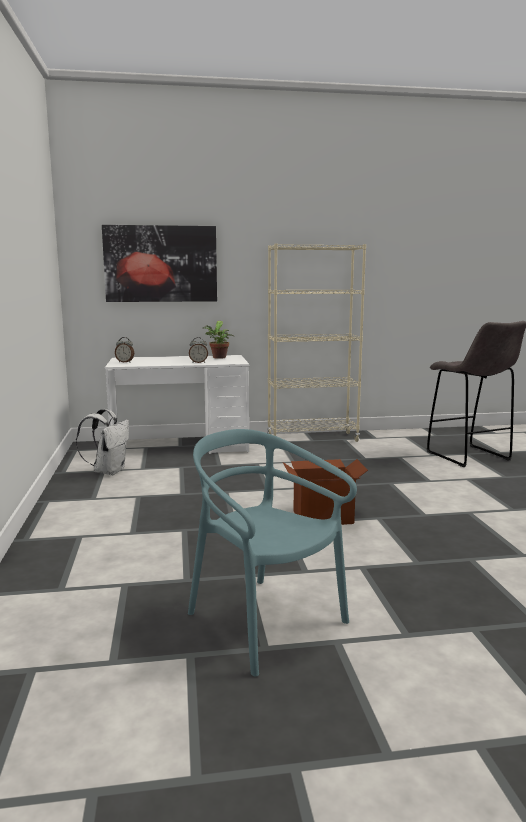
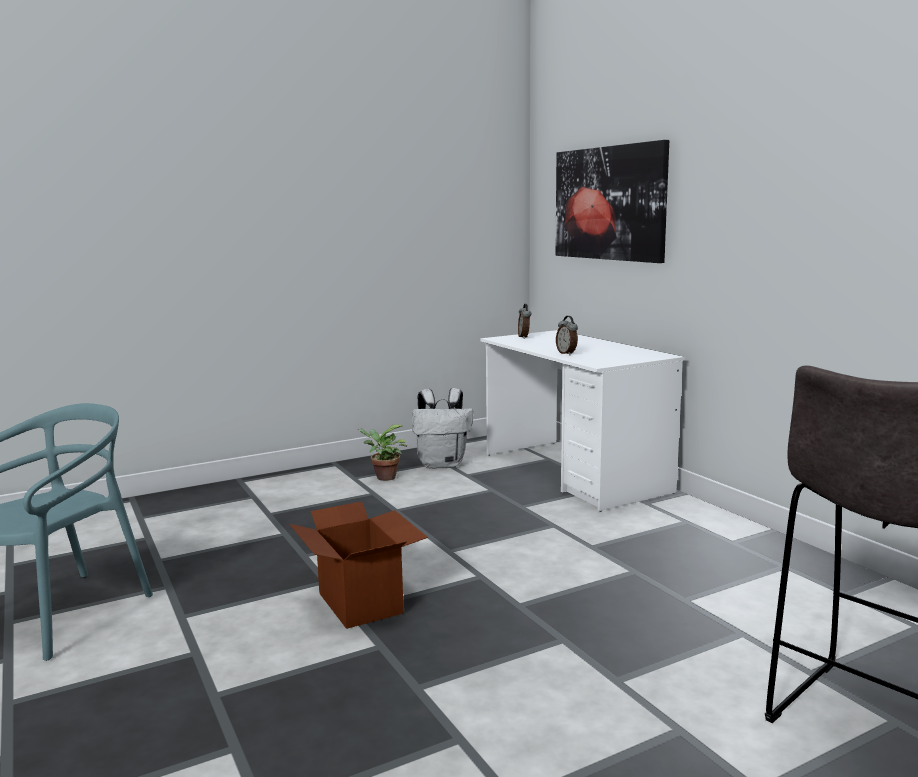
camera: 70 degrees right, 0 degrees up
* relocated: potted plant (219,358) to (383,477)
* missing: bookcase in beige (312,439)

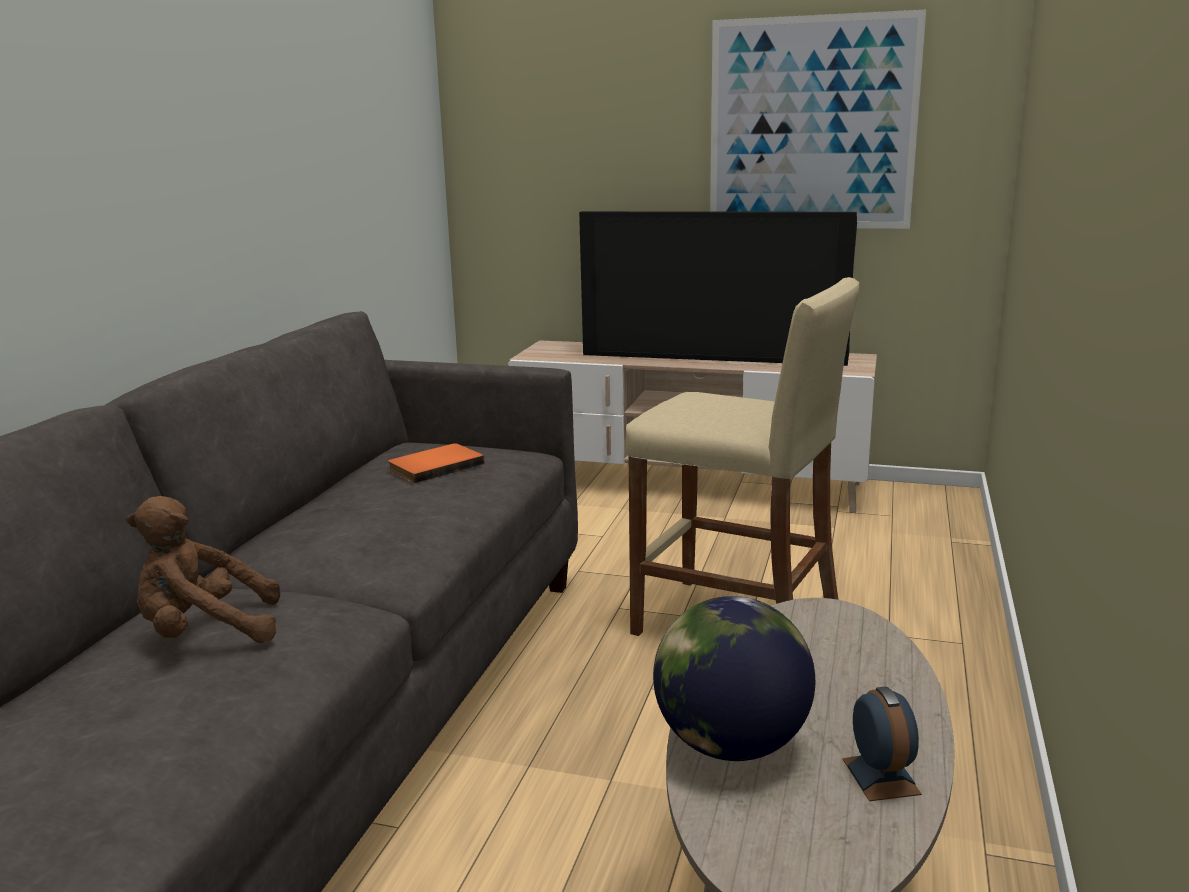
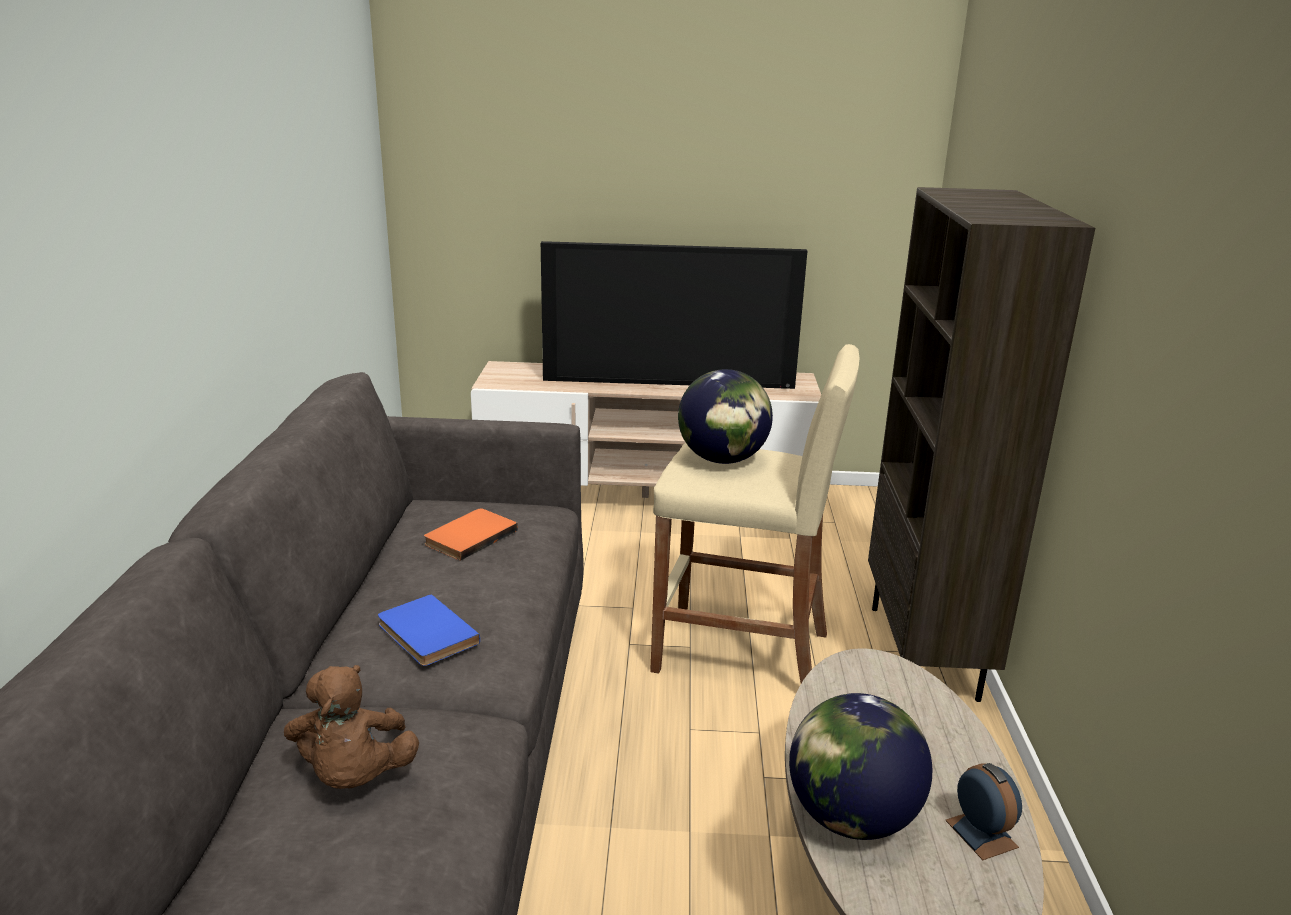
camera: 15 degrees left, 5 degrees up
* spun: plush toy in brown (205,633) = (354,776) 75 degrees counterclockwise
* appeared: book in blue (424,634)
* appeared: globe (722,460)
* appeared: bookcase in brown (925,652)
* missing: picture (811,124)

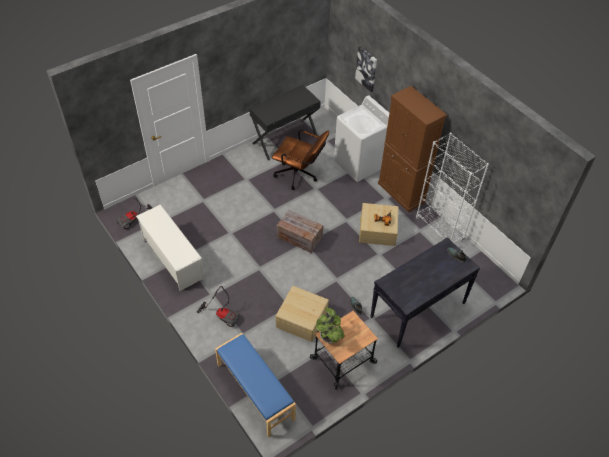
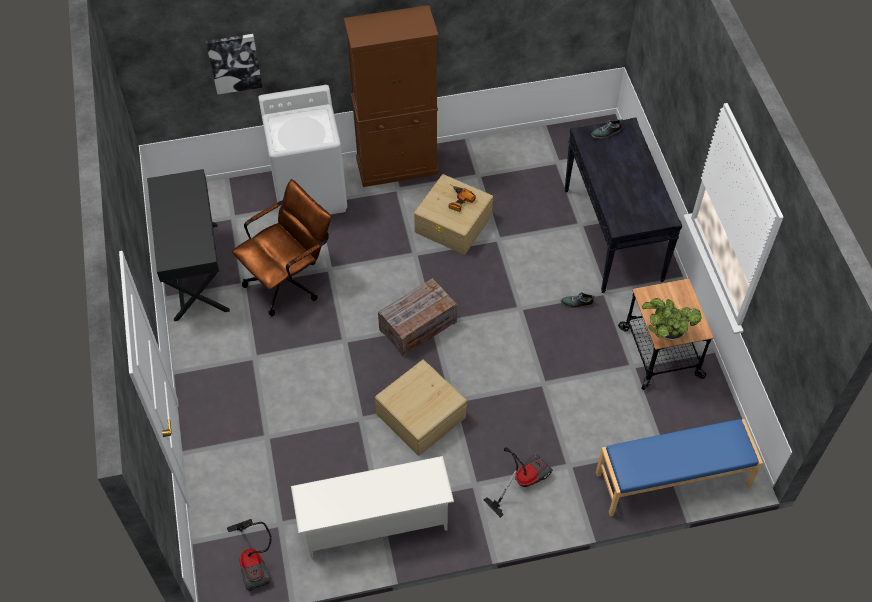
camera: 65 degrees left, 5 degrees up
* relocated: storage box in beige (301,318) to (420,415)
* missing: bookcase in white (439,229)

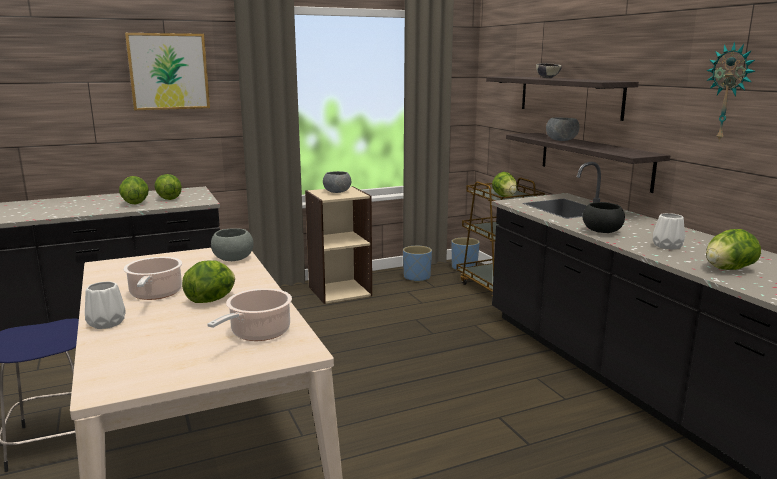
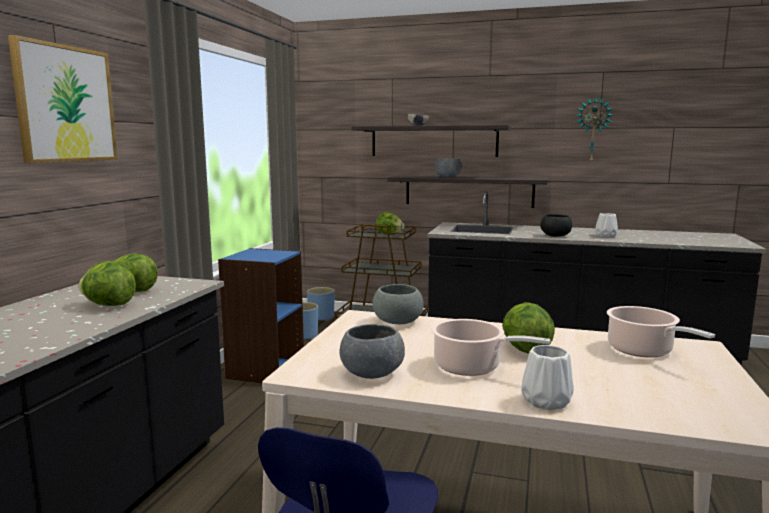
camera: 50 degrees left, 5 degrees down
* colour: bookcase in beige (339,291) to bookcase in blue (265,370)
* relocated: bowl in grey (337,192) to (372,373)
* missing: lettuce (728,269)

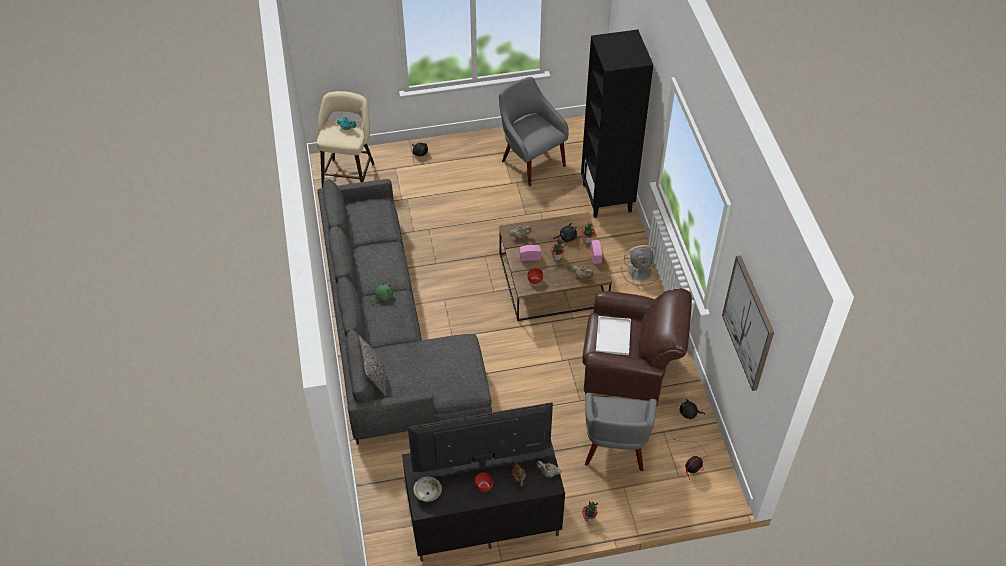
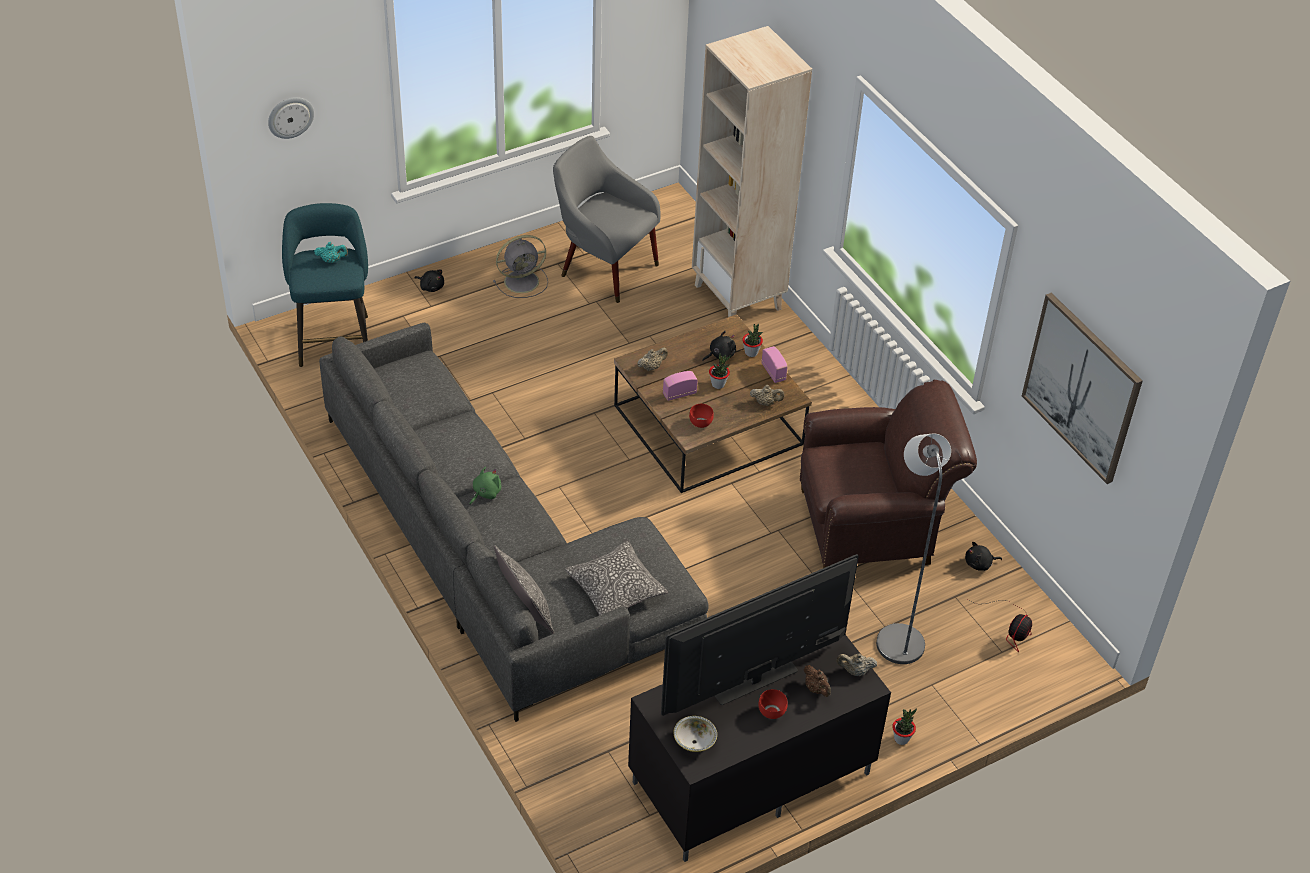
camera: 20 degrees left, 5 degrees down
* appeared: wall clock (290,117)
* colour: stool in beige (349,174) to stool in turquoise (334,338)
* relocated: fan in grey (641,272) to (523,281)
* appeared: pillow (615,588)
* colour: bookcase in black (607,198) to bookcase in beige (738,297)
* exchanged: armchair in grey (614,449) to floor lamp in grey (897,637)
* missing: tray in white (613,337)

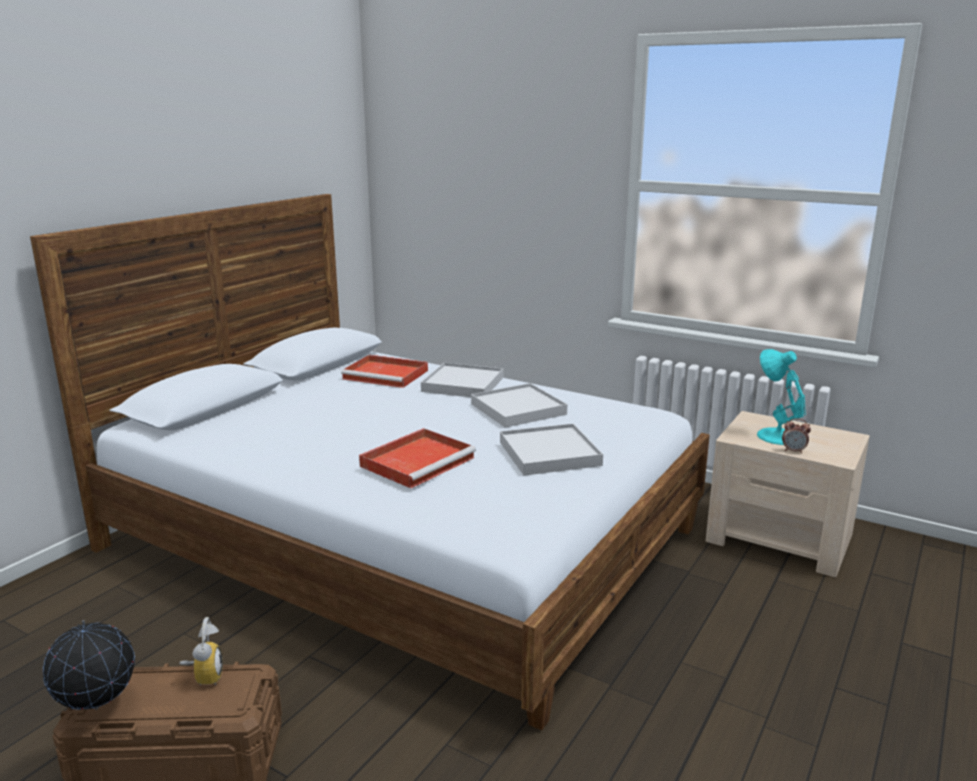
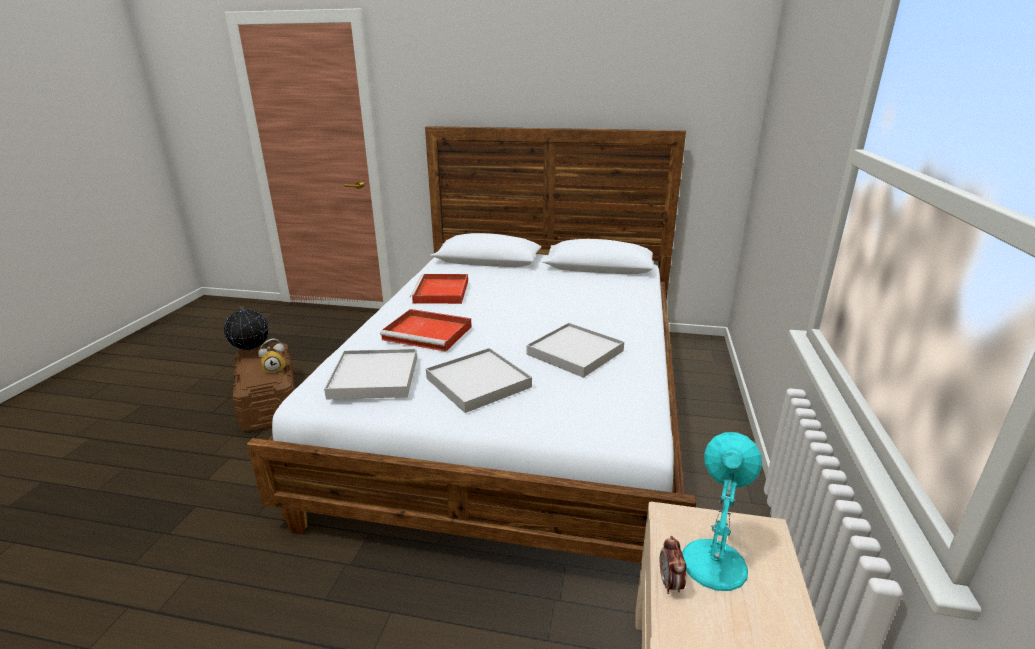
camera: 70 degrees right, 5 degrees up
* relocated: tray in white (462,384) to (374,377)
* relocated: tray in red (387,375) to (441,292)

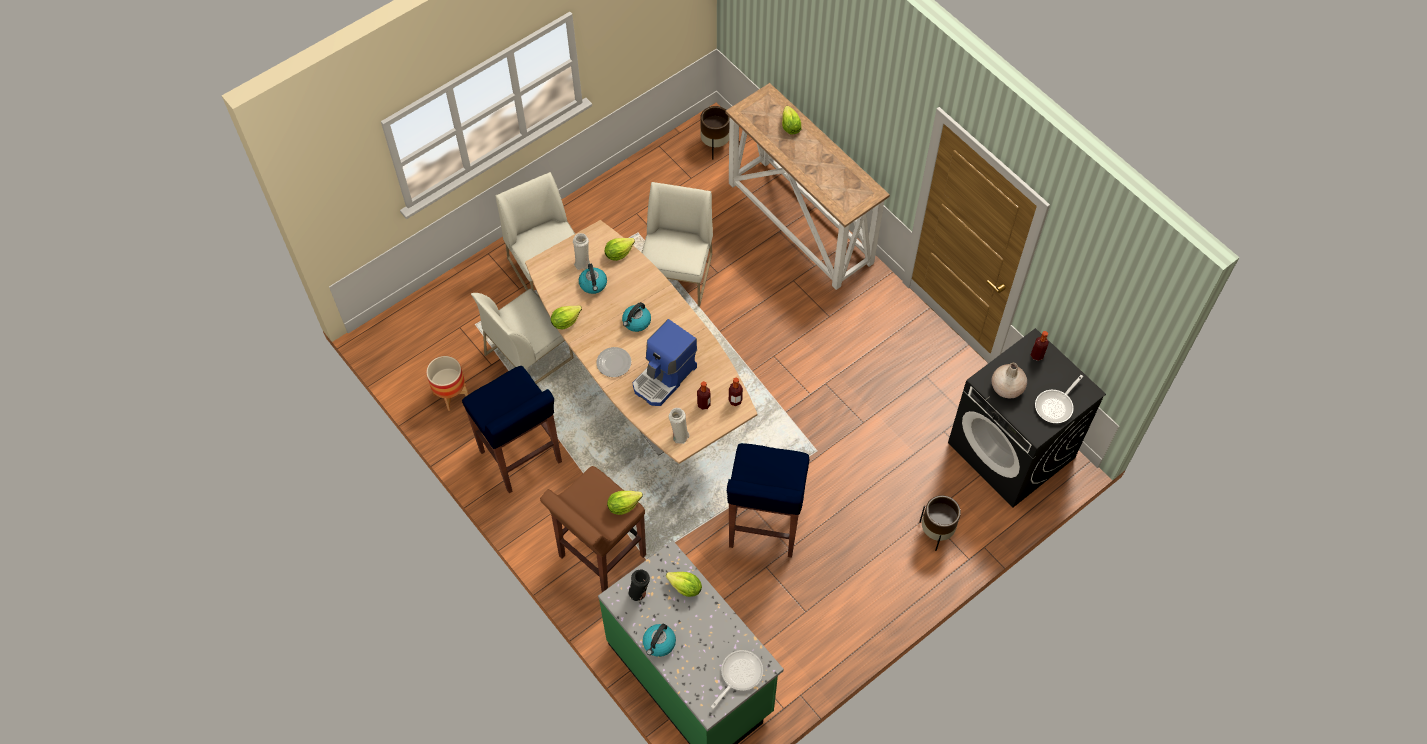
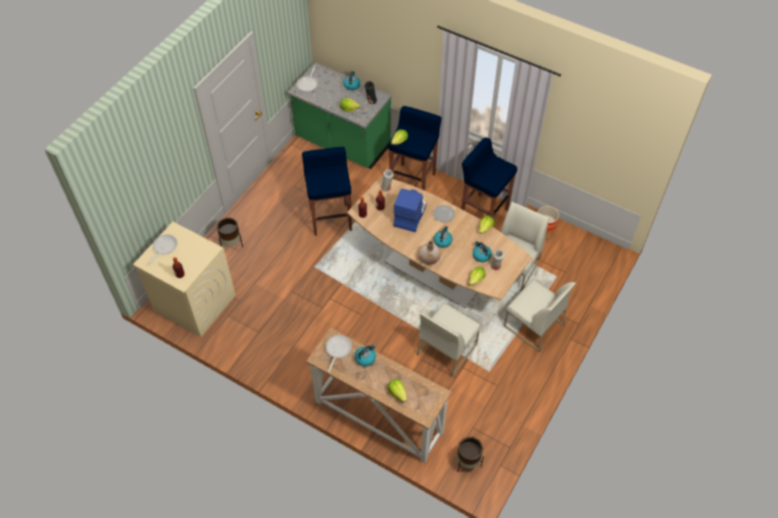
camera: 160 degrees right, 5 degrees down
* colour: washing machine in black (1012,450) to washing machine in beige (194,302)
* appeared: frying pan (337,350)
* appeared: kettle (365,358)
* colour: stool in brown (601,556) to stool in blue (413,180)
* spun: chair in white (677,276) = (447,348) 45 degrees clockwise
* relocated: vase in beige (1006,388) to (429,258)

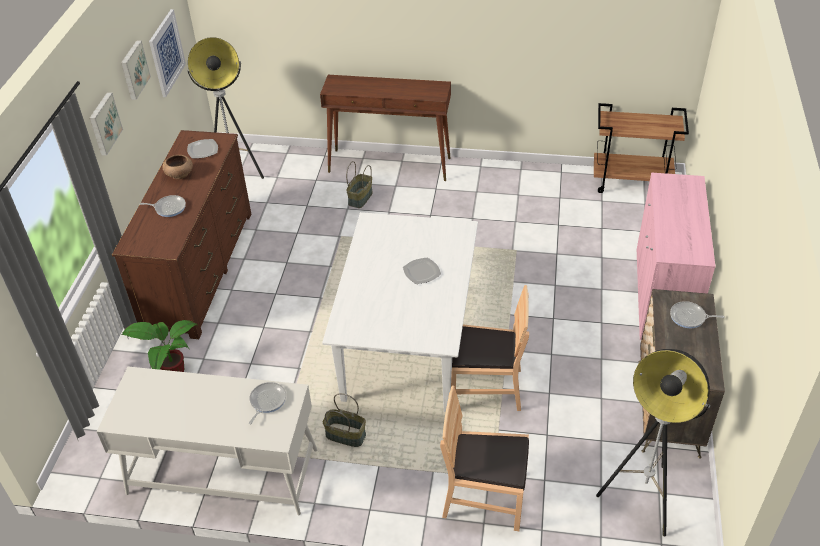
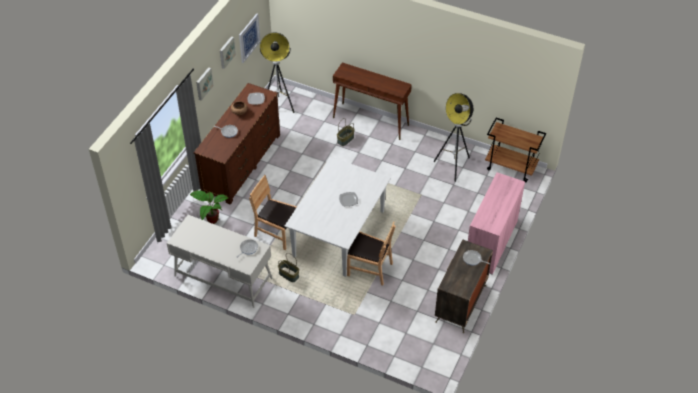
camera: 15 degrees right, 5 degrees up
* relocated: chair in brown (484,497) to (277,232)
* relocated: floor lamp (643,497) to (453,166)

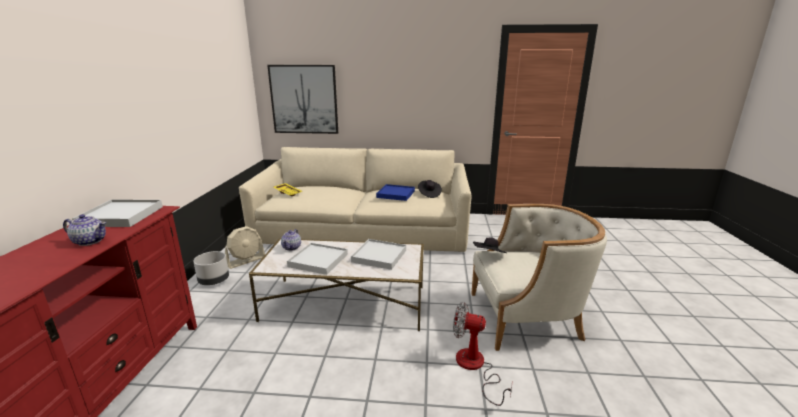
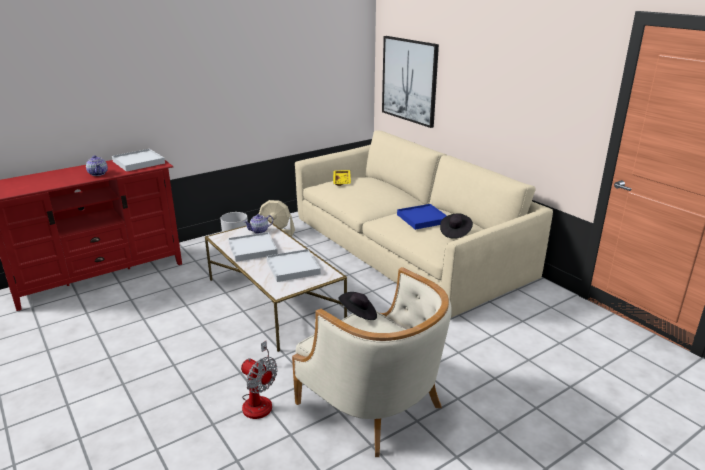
camera: 50 degrees right, 5 degrees up
* spun: fan (475,367) = (259,400) 150 degrees clockwise

